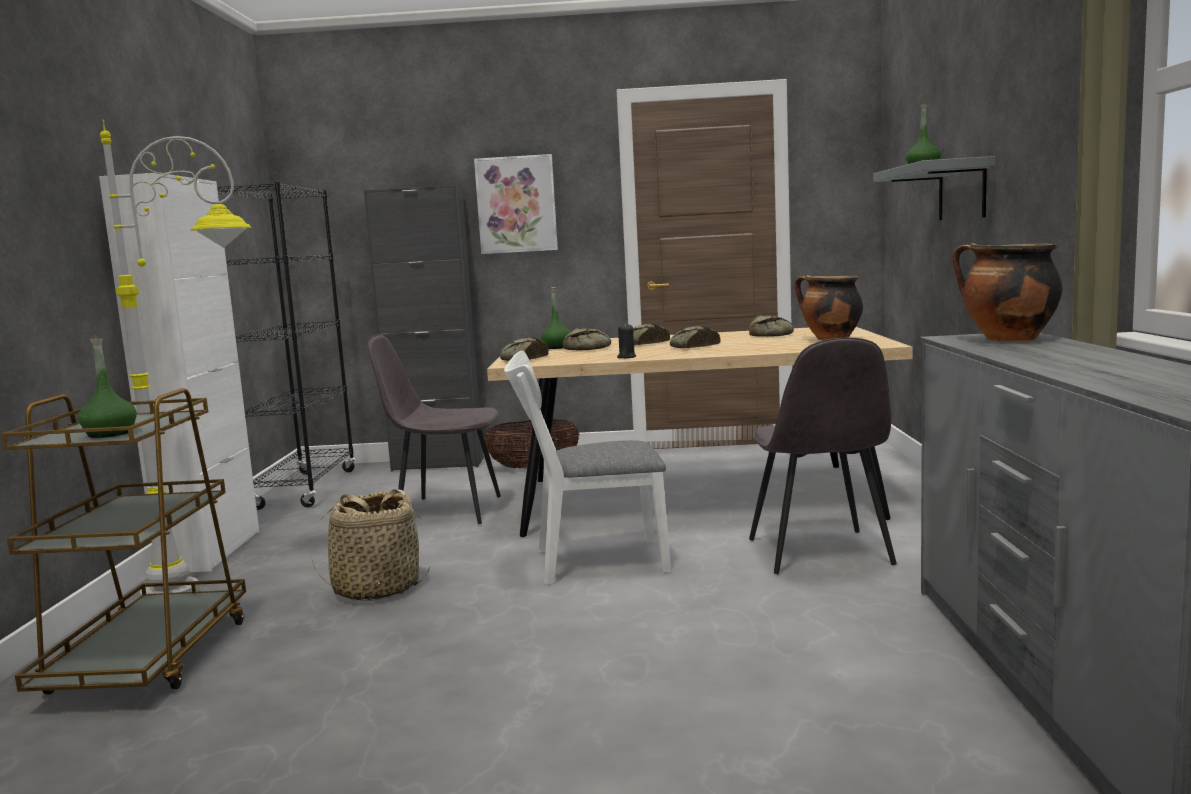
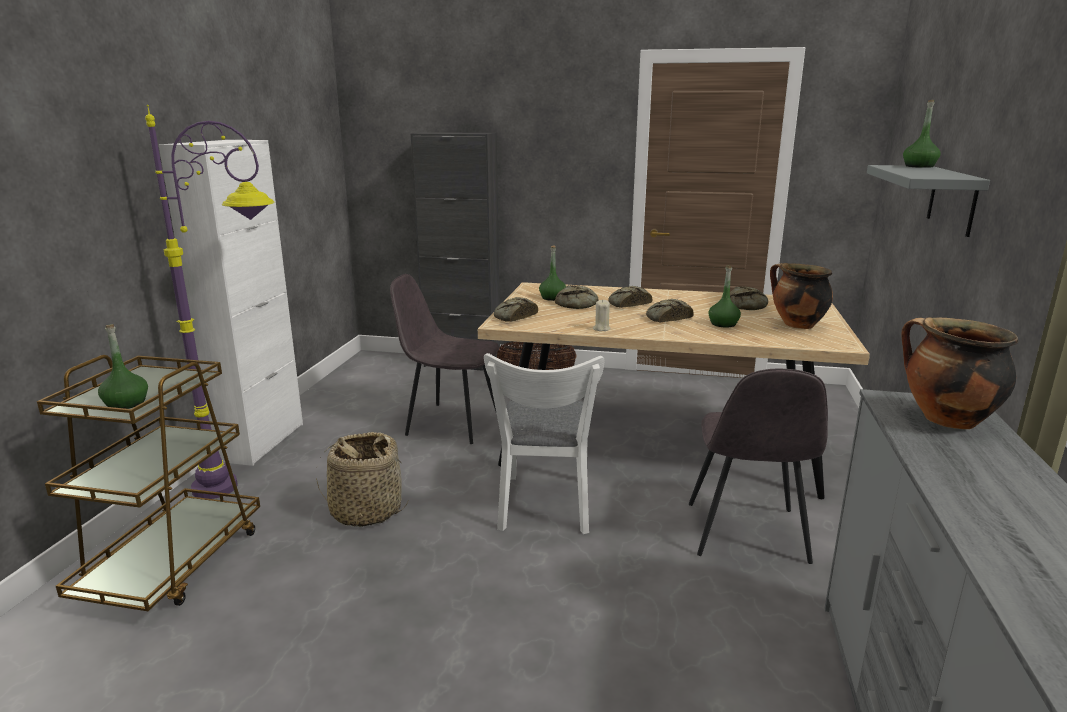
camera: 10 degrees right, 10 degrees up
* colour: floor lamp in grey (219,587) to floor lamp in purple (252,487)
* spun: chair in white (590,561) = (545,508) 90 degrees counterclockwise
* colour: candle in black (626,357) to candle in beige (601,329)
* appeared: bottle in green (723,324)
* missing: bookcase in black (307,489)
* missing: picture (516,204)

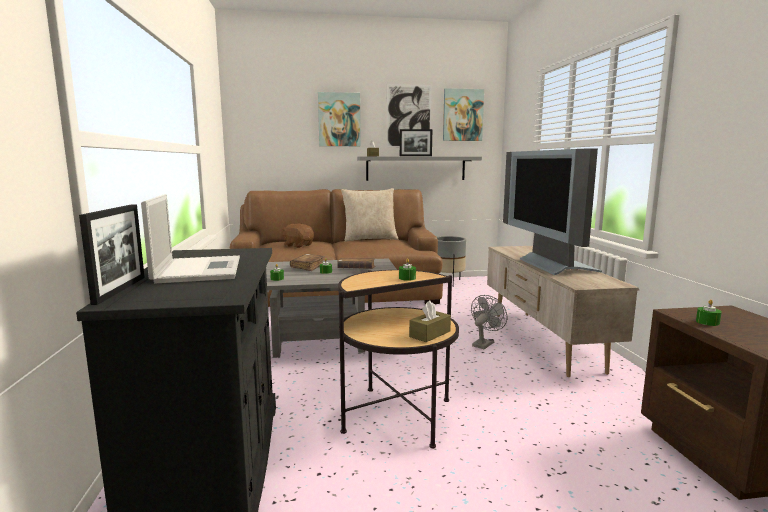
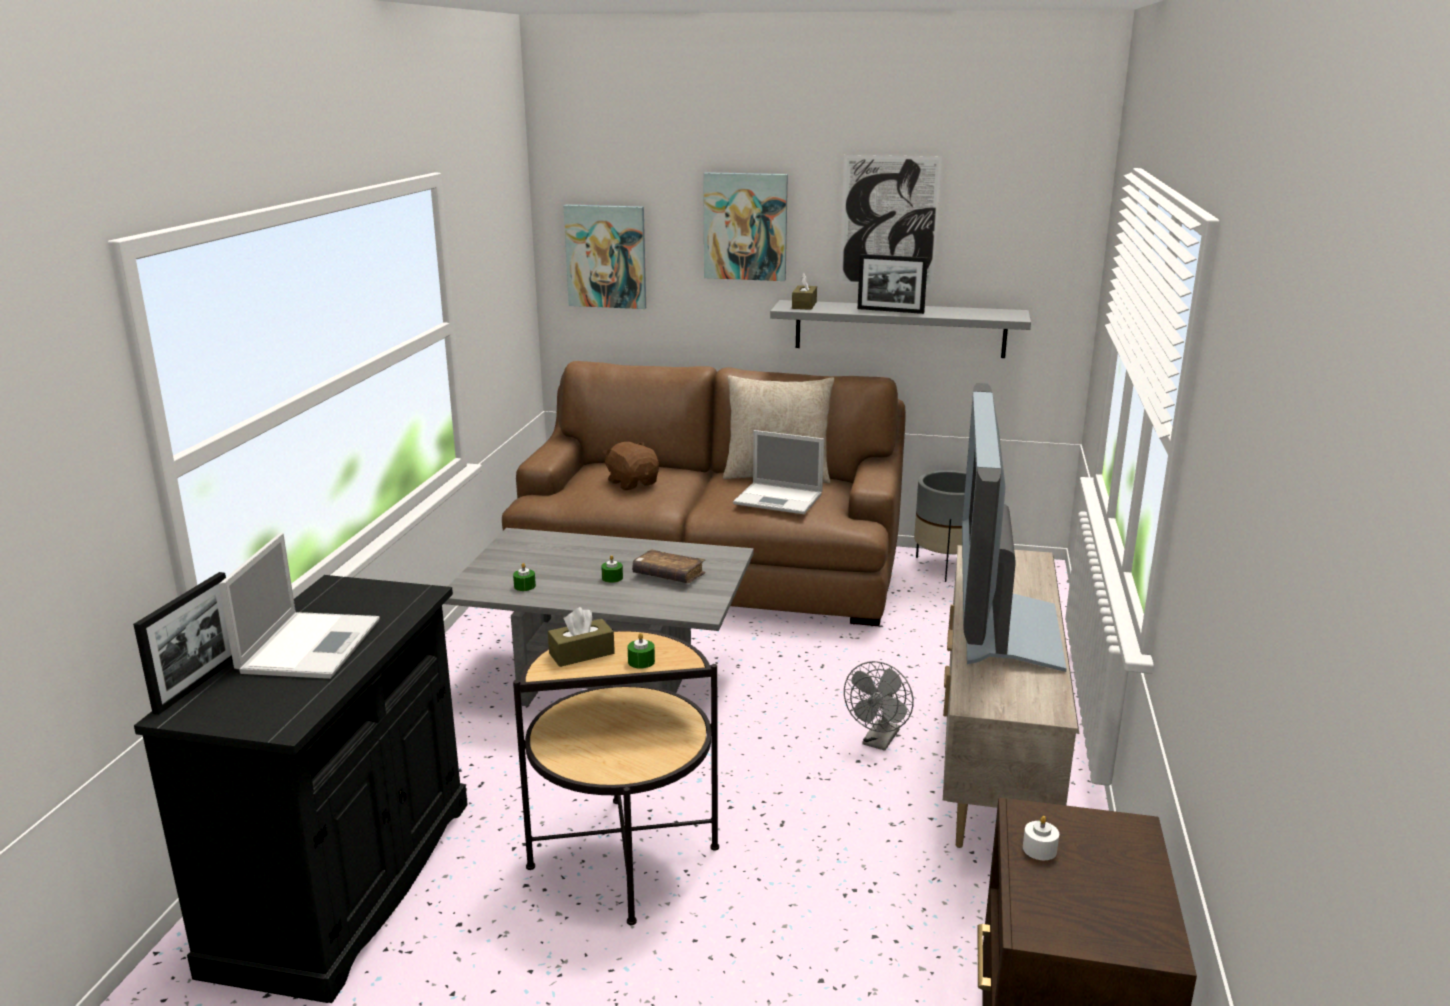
camera: 20 degrees right, 10 degrees up
* relocated: tissue box in brown (430,334) to (581,653)
* relocated: picture (462,115) to (606,256)
* appeared: laptop (780,499)
* spun: fan in grey (484,343) = (879,742) 150 degrees clockwise
* colour: candle in green (707,322) to candle in white (1039,849)
* missing: book in brown (308,267)

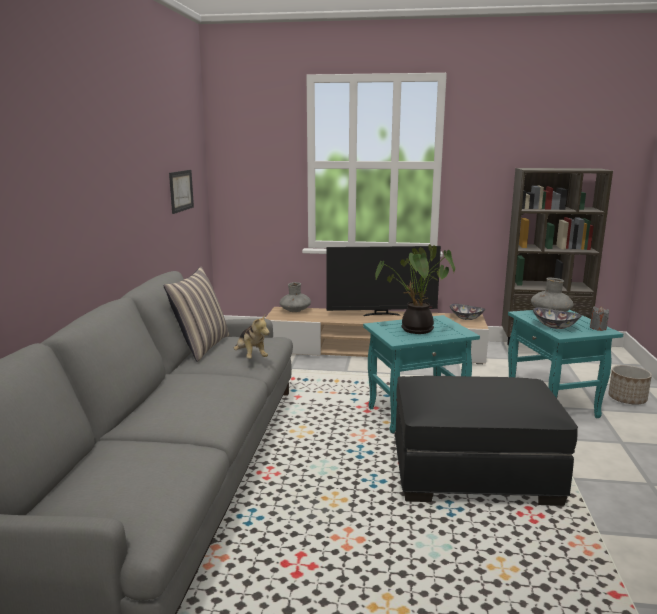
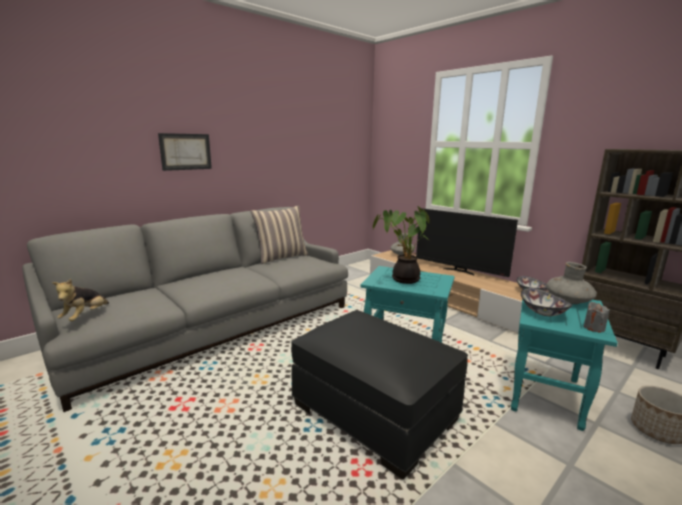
camera: 40 degrees right, 0 degrees up
* relocated: plush toy (251,357) to (85,316)
* relocated: picture (181,191) to (185,151)

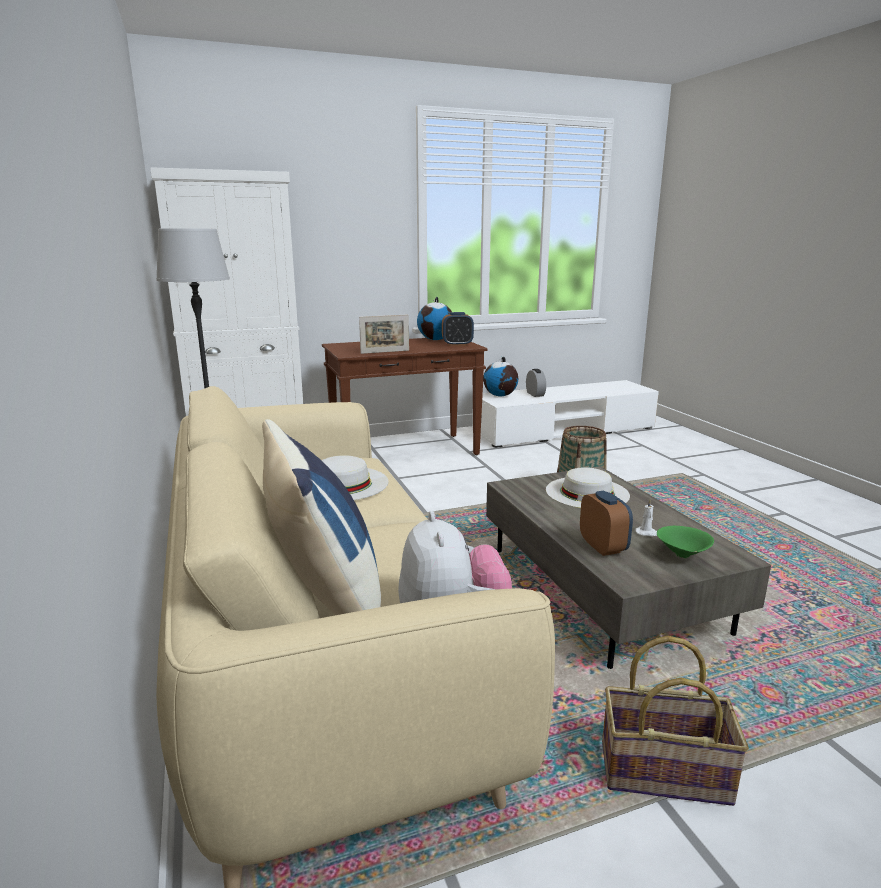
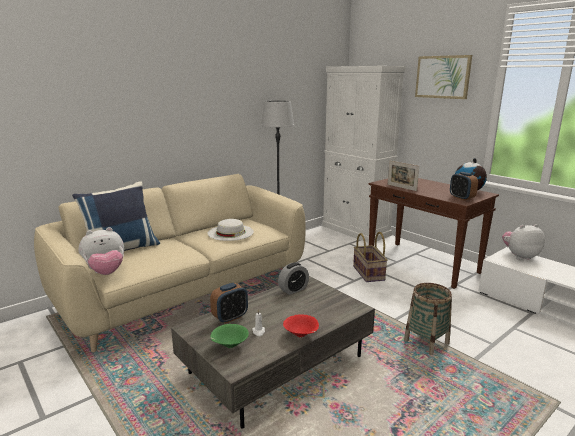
camera: 70 degrees right, 0 degrees up
* relocated: alarm clock (535,394) to (293,289)
* appeared: bowl in red (301,335)
* relocated: basket (664,771) to (369,273)
* appeared: picture (442,77)
* exchanged: globe (500,395) to plush toy (519,256)
* missing: hat in white (587,492)

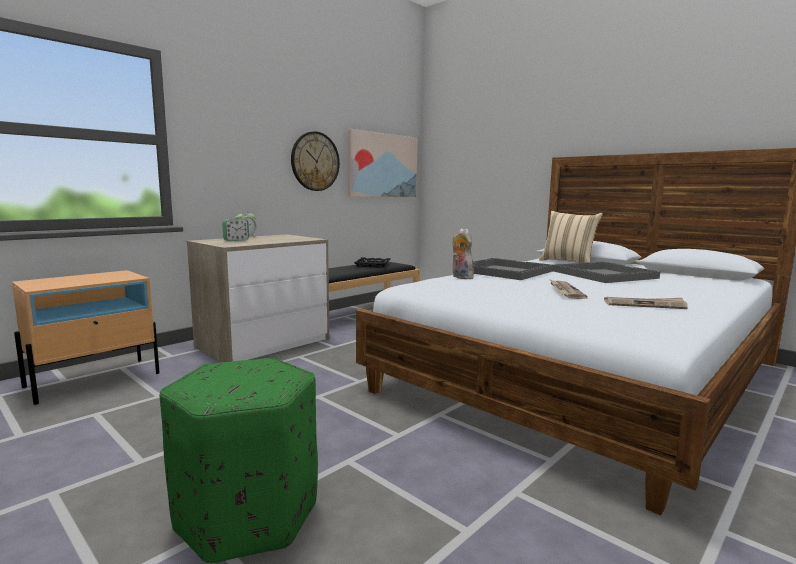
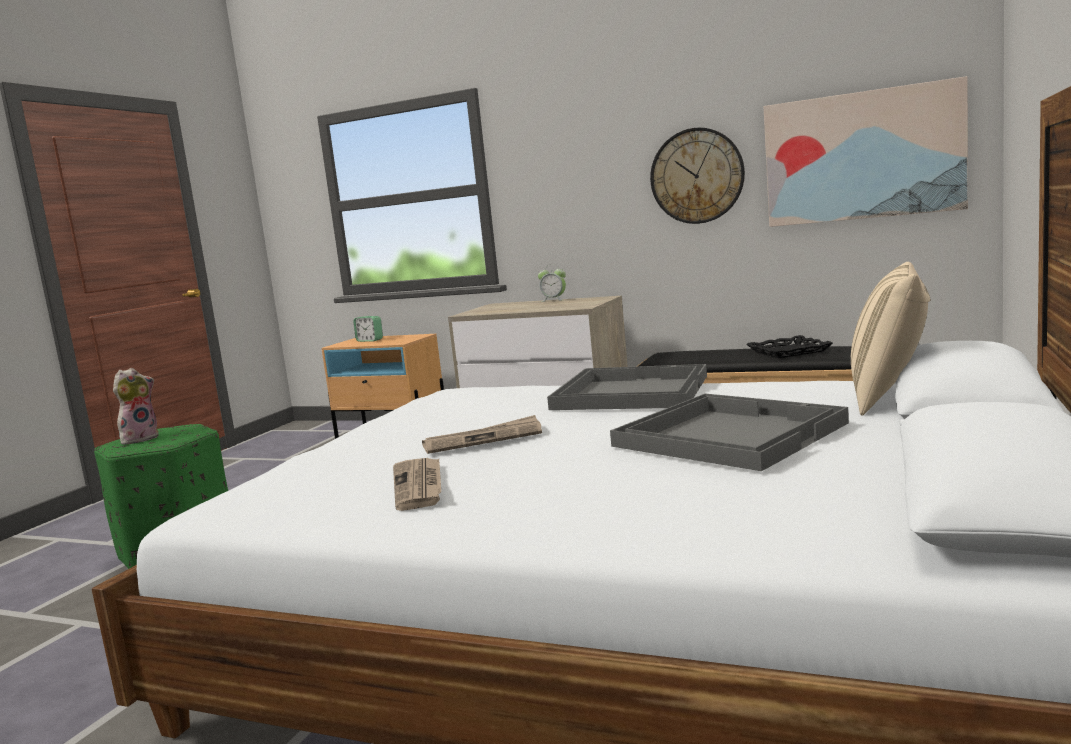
camera: 70 degrees right, 0 degrees up
* relocated: plush toy (460,277) to (140,439)
* relocated: alarm clock (236,240) to (369,340)

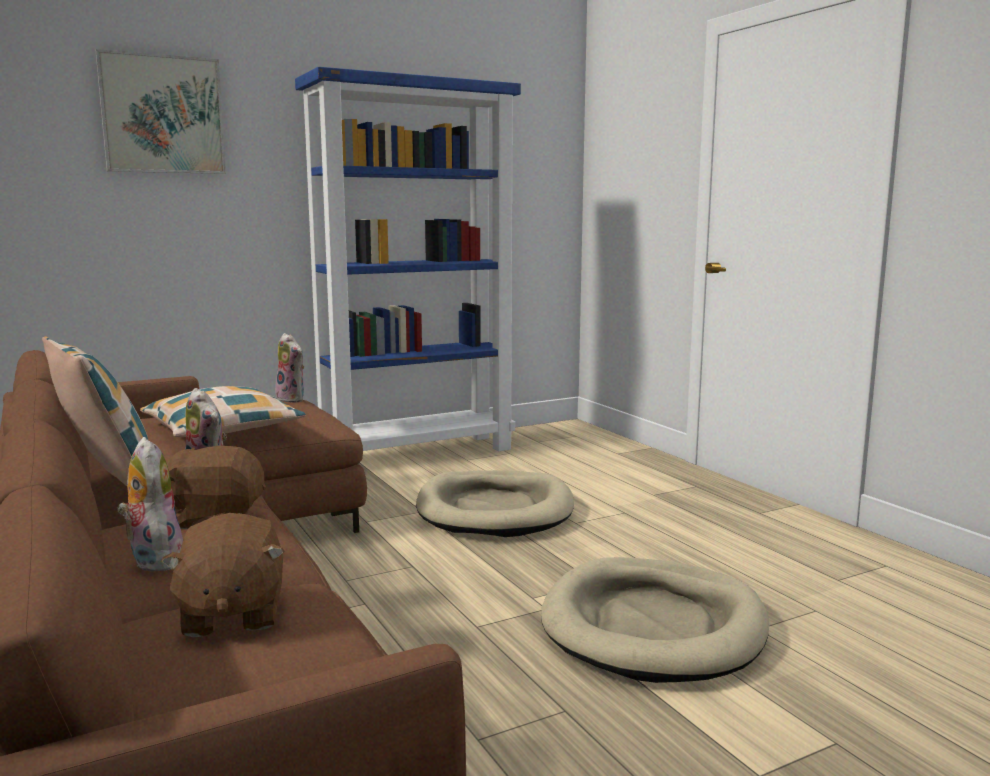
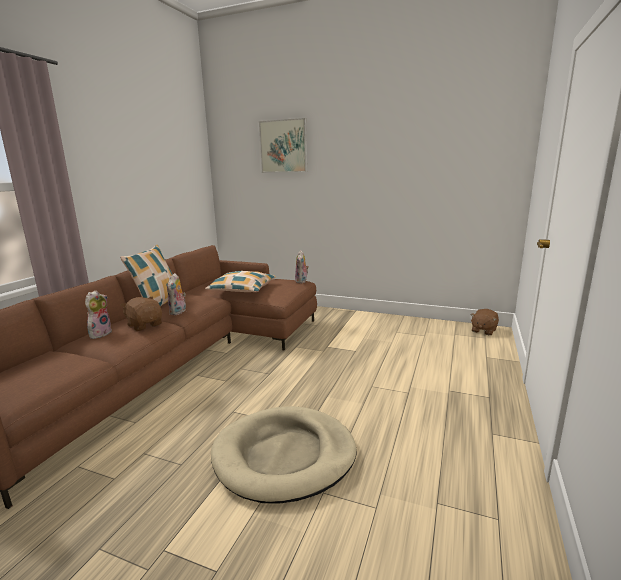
camera: 50 degrees right, 5 degrees up
* relocated: plush toy in brown (231,615) to (483,330)
* missing: bookcase in blue (418,453)
* missing: dog bed in beige (495,510)

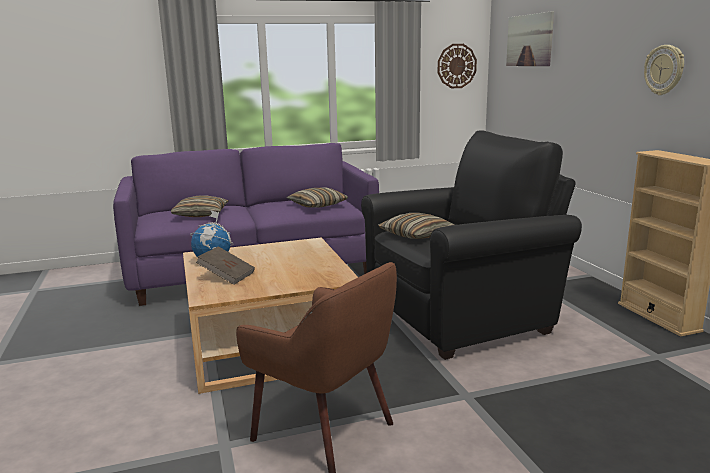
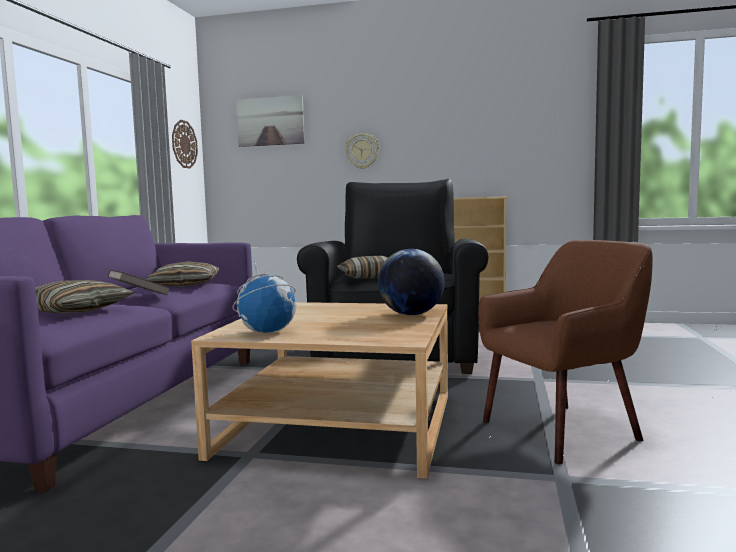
camera: 60 degrees left, 10 degrees down
* relocated: book in brown (227,276) to (139,296)
* relocated: wall clock (664,70) to (362,151)
* appeared: globe (411,314)

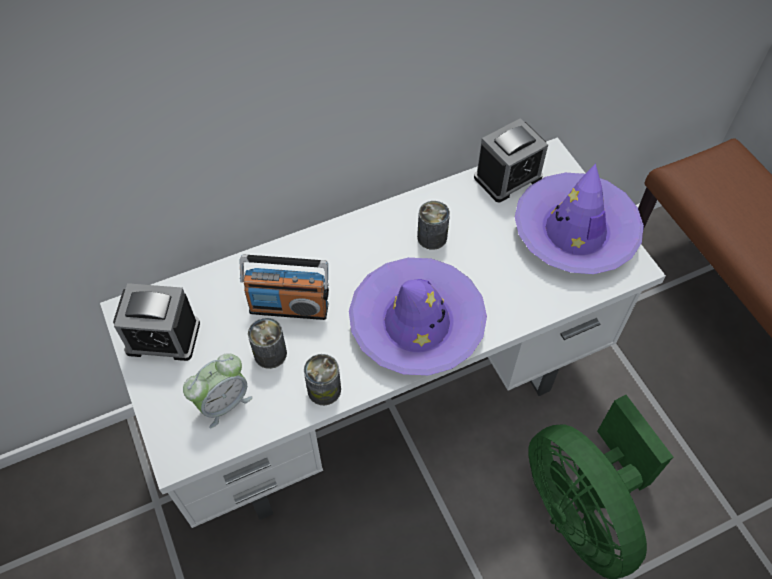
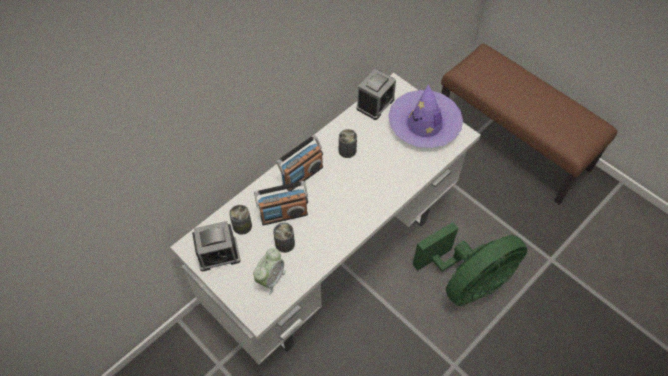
camera: 20 degrees left, 0 degrees up
* relocated: can (324,389) to (242,226)
* appeared: radio (302,175)
* spun: fan in green (581,509) = (467,282) 75 degrees counterclockwise
* missing: hat in purple (417,323)

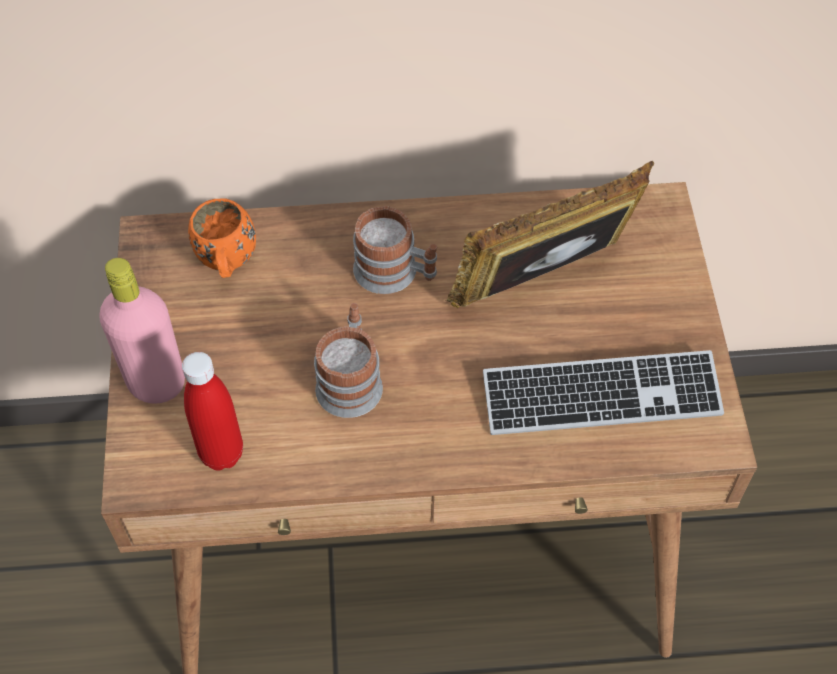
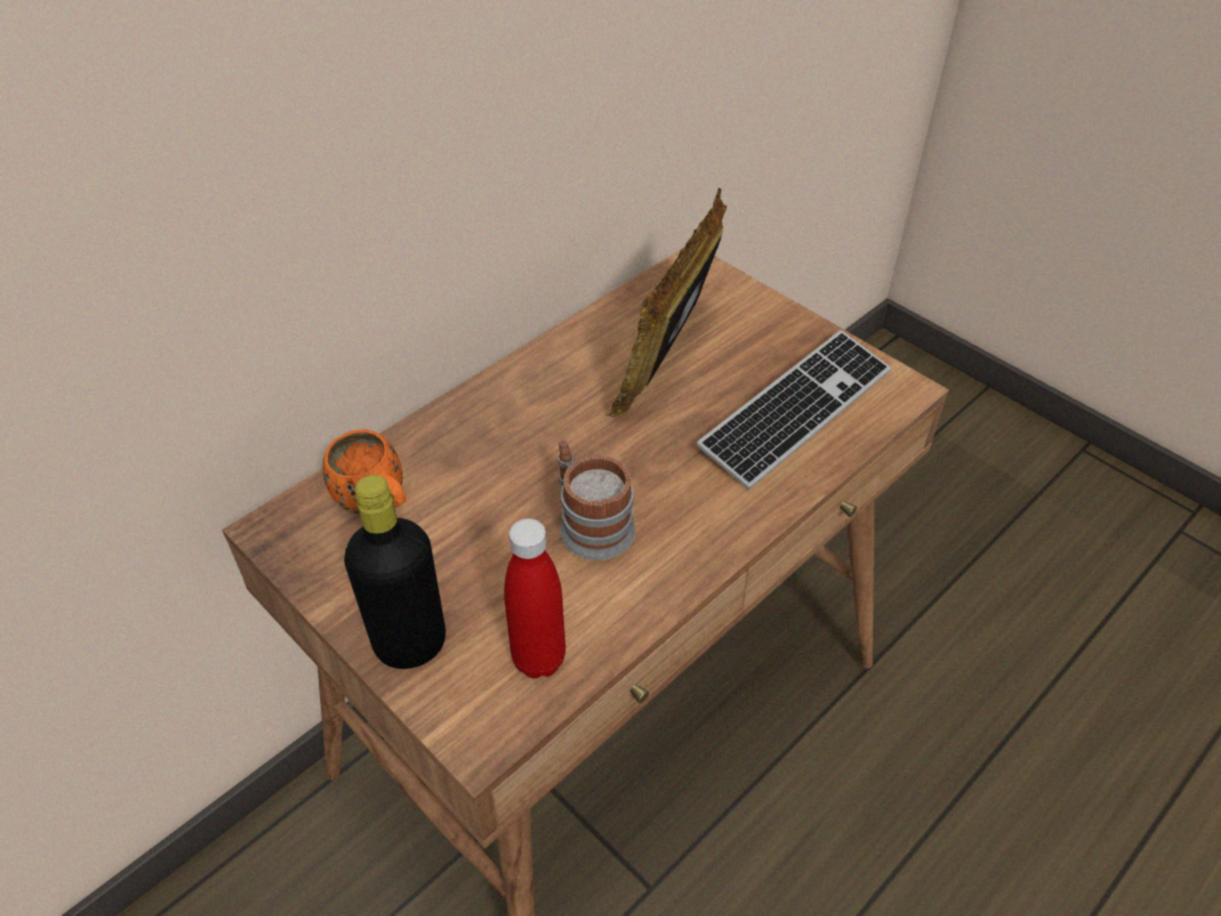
camera: 40 degrees left, 10 degrees down
* colour: bottle in pink (156,382) to bottle in black (410,643)
* missing: mug (395,273)

